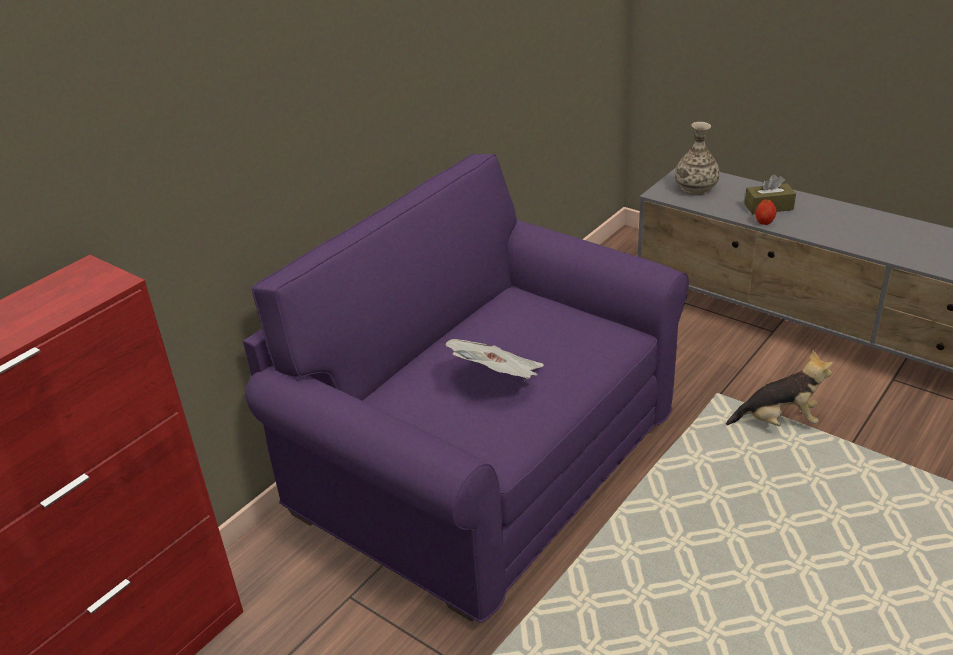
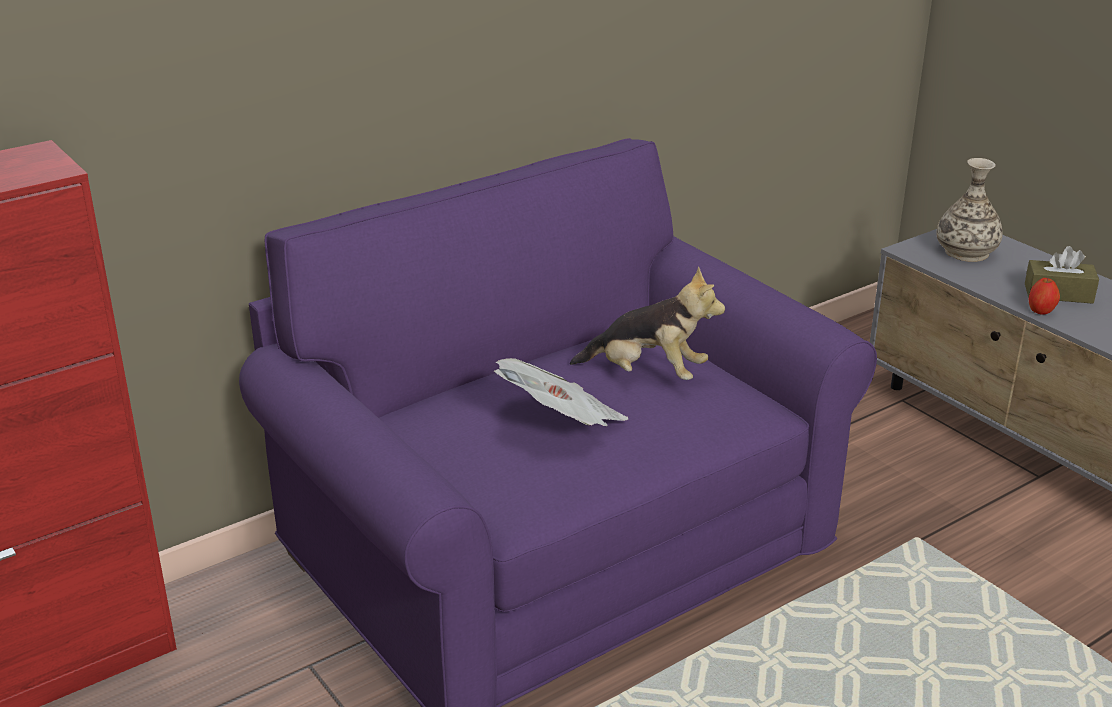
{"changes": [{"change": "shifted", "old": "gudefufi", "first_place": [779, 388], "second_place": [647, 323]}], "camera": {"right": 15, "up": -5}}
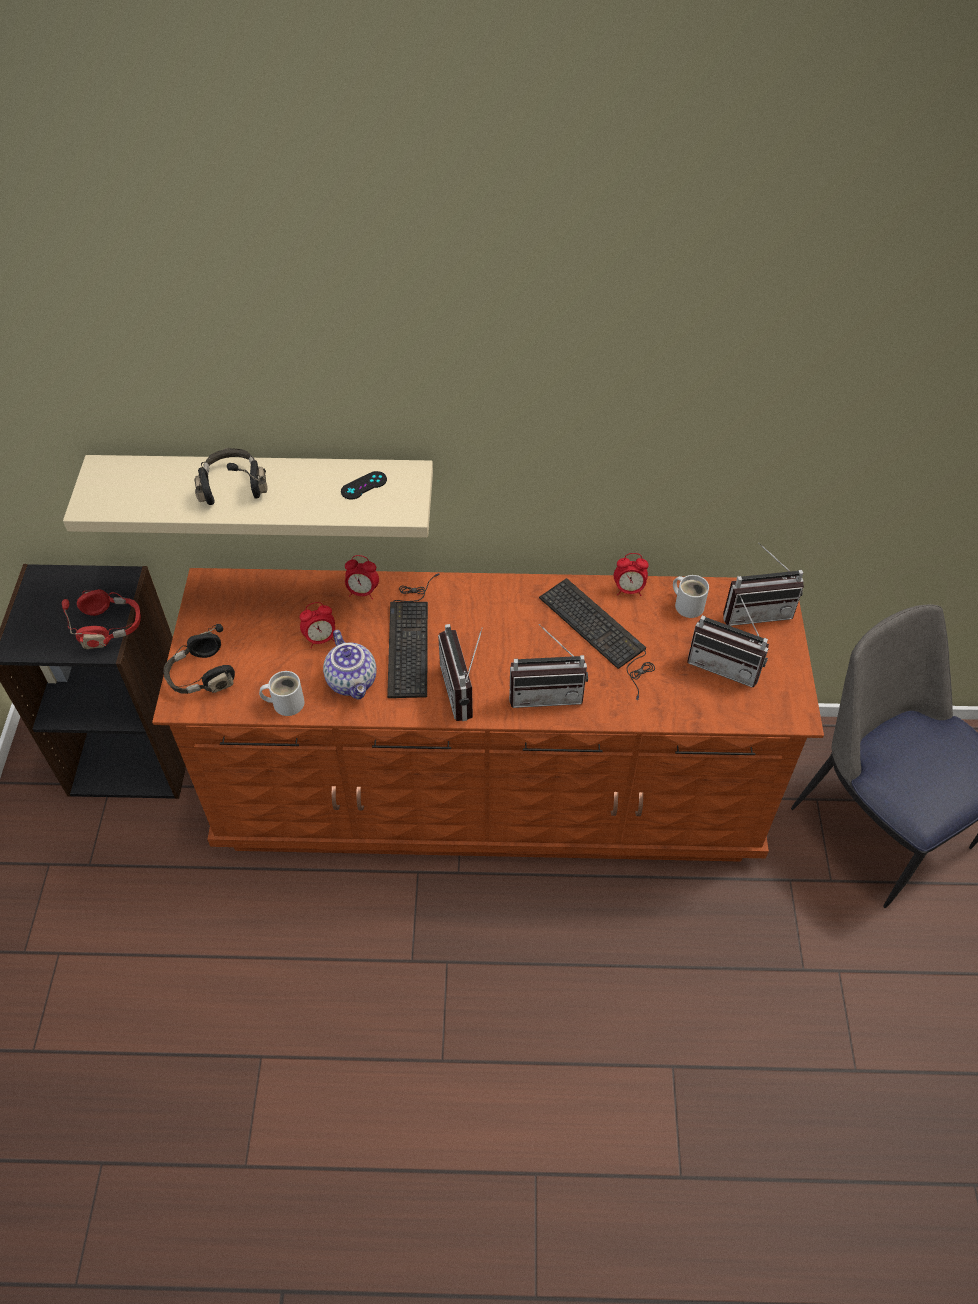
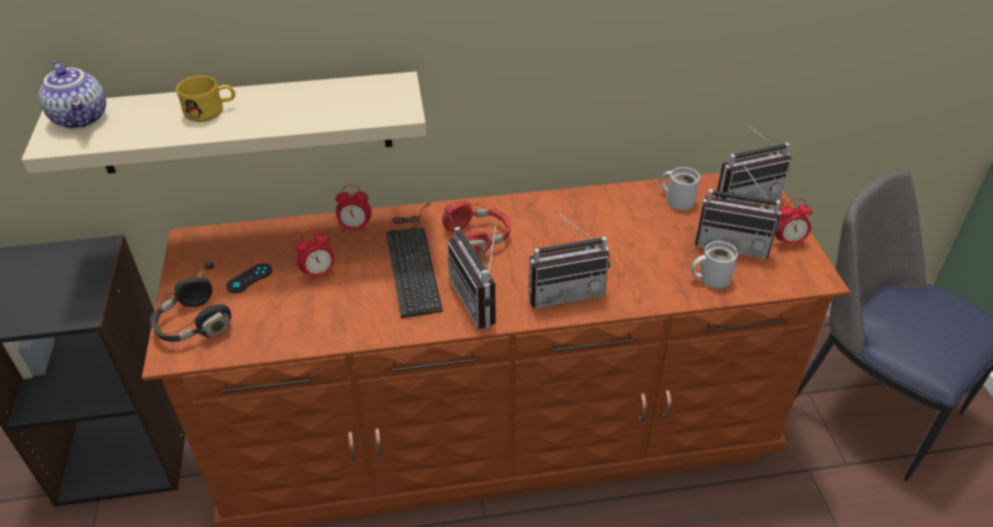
{"changes": [{"change": "swapped", "old": "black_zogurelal", "new": "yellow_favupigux", "first_place": [231, 476], "second_place": [205, 99]}, {"change": "shifted", "old": "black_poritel", "first_place": [364, 485], "second_place": [249, 278]}, {"change": "shifted", "old": "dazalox", "first_place": [631, 574], "second_place": [794, 224]}, {"change": "gone", "old": "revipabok", "first_place": [597, 639]}, {"change": "shifted", "old": "red_zogurelal", "first_place": [101, 619], "second_place": [476, 228]}, {"change": "shifted", "old": "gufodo", "first_place": [350, 664], "second_place": [72, 95]}, {"change": "shifted", "old": "white_favupigux", "first_place": [282, 693], "second_place": [714, 264]}], "camera": {"right": -10, "up": -10}}
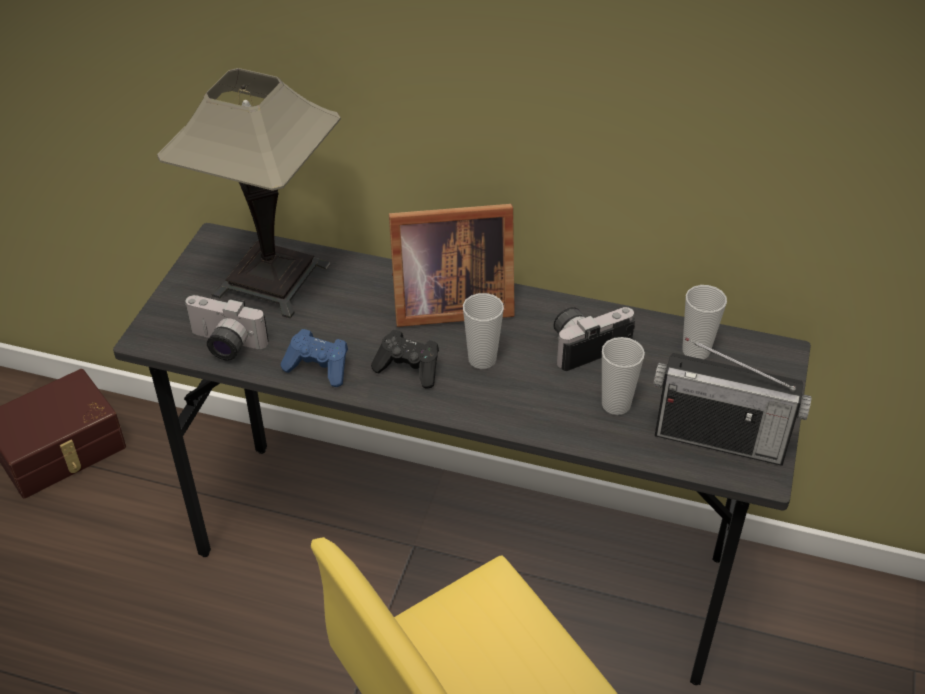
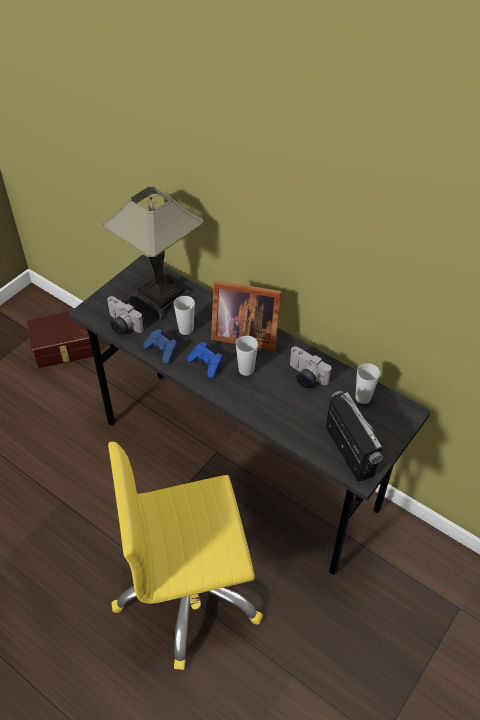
{"changes": [{"change": "rotated", "old": "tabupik", "first_place": [594, 339], "second_place": [311, 367], "degrees": -135}, {"change": "repainted", "old": "black_poritel", "new": "blue_poritel", "first_place": [405, 359], "second_place": [205, 360]}, {"change": "shifted", "old": "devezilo", "first_place": [623, 376], "second_place": [184, 315]}, {"change": "rotated", "old": "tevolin", "first_place": [732, 401], "second_place": [354, 436], "degrees": -150}], "camera": {"right": 20, "up": 5}}
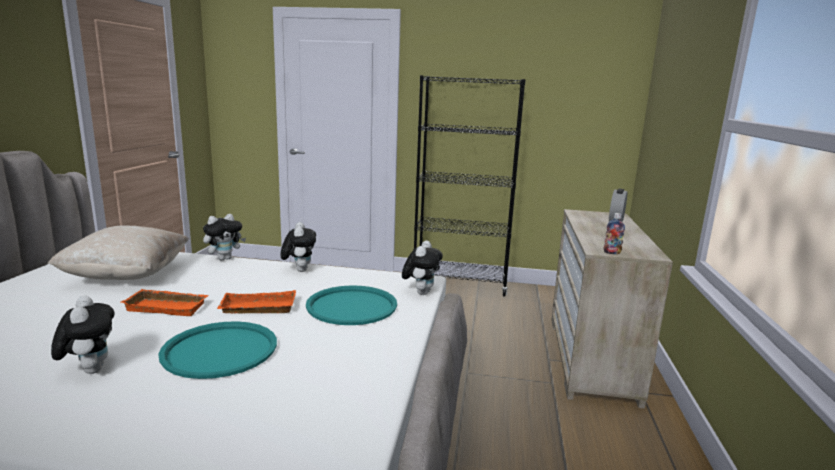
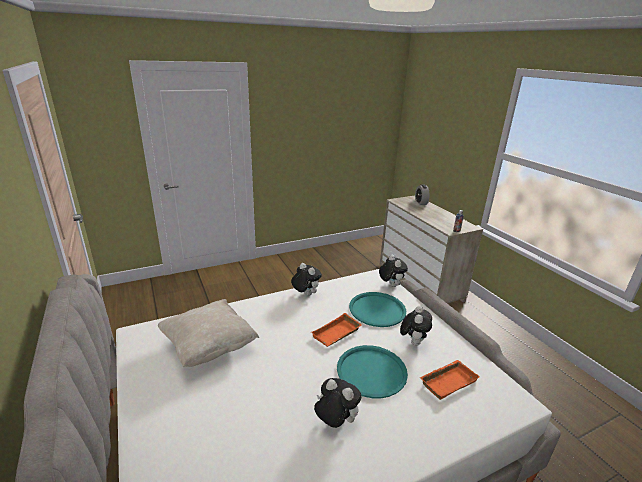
{"changes": [{"change": "gone", "old": "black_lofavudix", "first_place": [470, 186]}, {"change": "shifted", "old": "gudefufi", "first_place": [224, 237], "second_place": [416, 326]}, {"change": "shifted", "old": "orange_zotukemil", "first_place": [165, 302], "second_place": [450, 380]}], "camera": {"right": -35, "up": 10}}
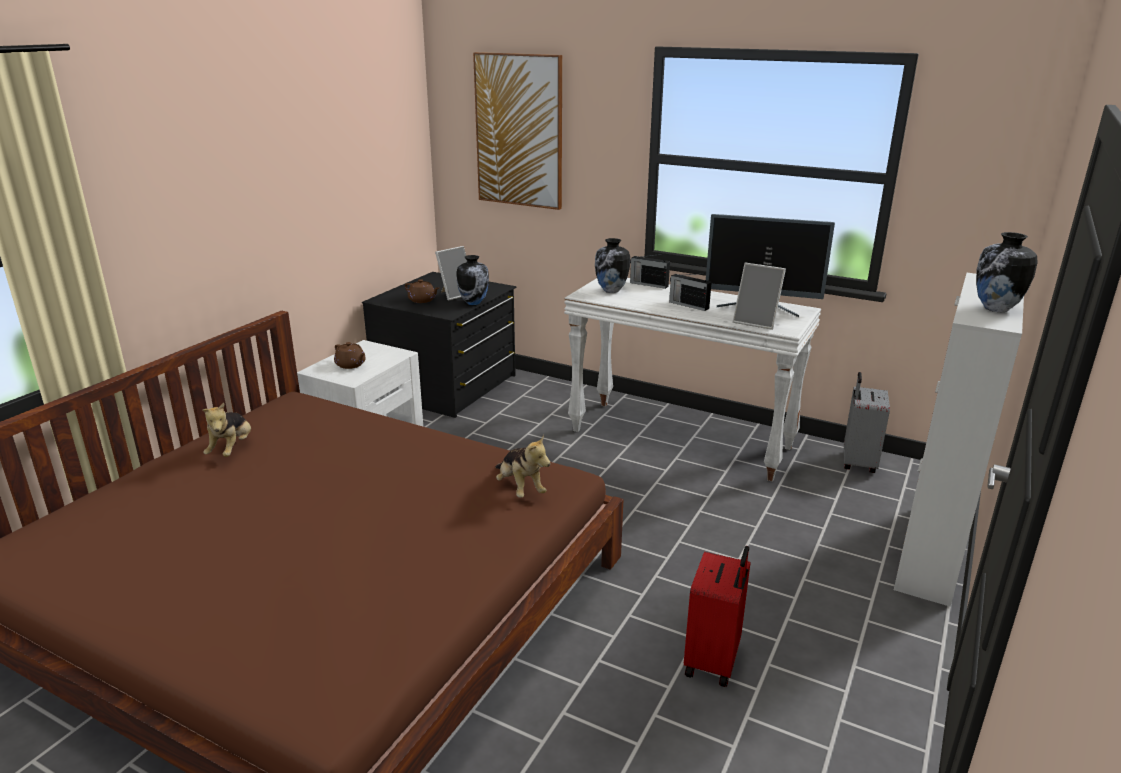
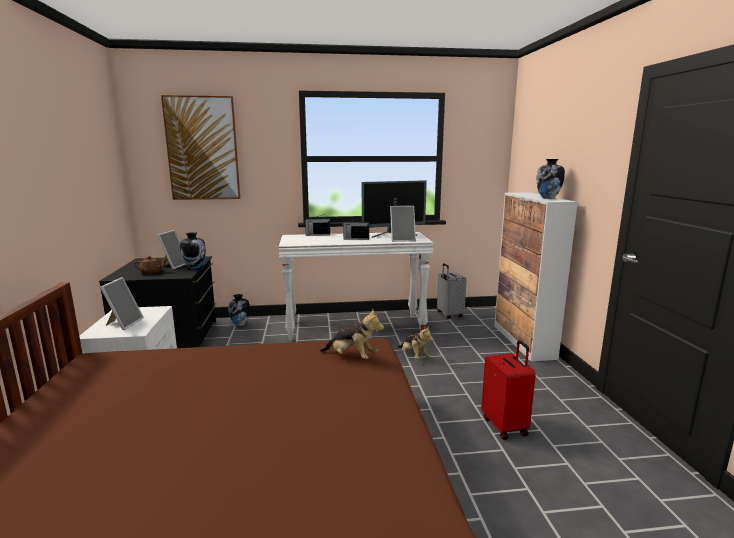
{"changes": [{"change": "shifted", "old": "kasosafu", "first_place": [612, 265], "second_place": [239, 310]}, {"change": "swapped", "old": "brown_gufodo", "new": "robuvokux", "first_place": [350, 355], "second_place": [122, 303]}, {"change": "shifted", "old": "gudefufi", "first_place": [227, 430], "second_place": [416, 342]}], "camera": {"right": -35, "up": -10}}
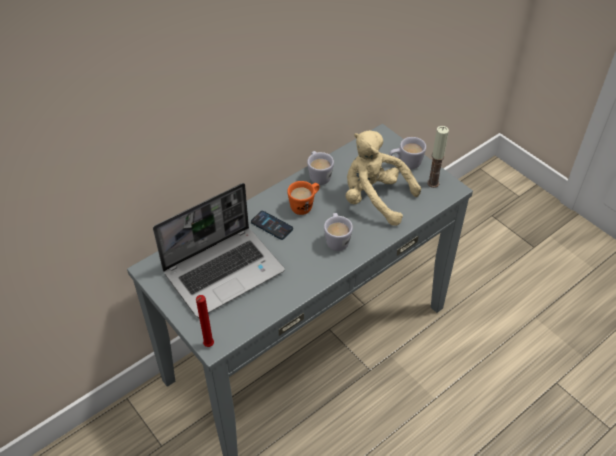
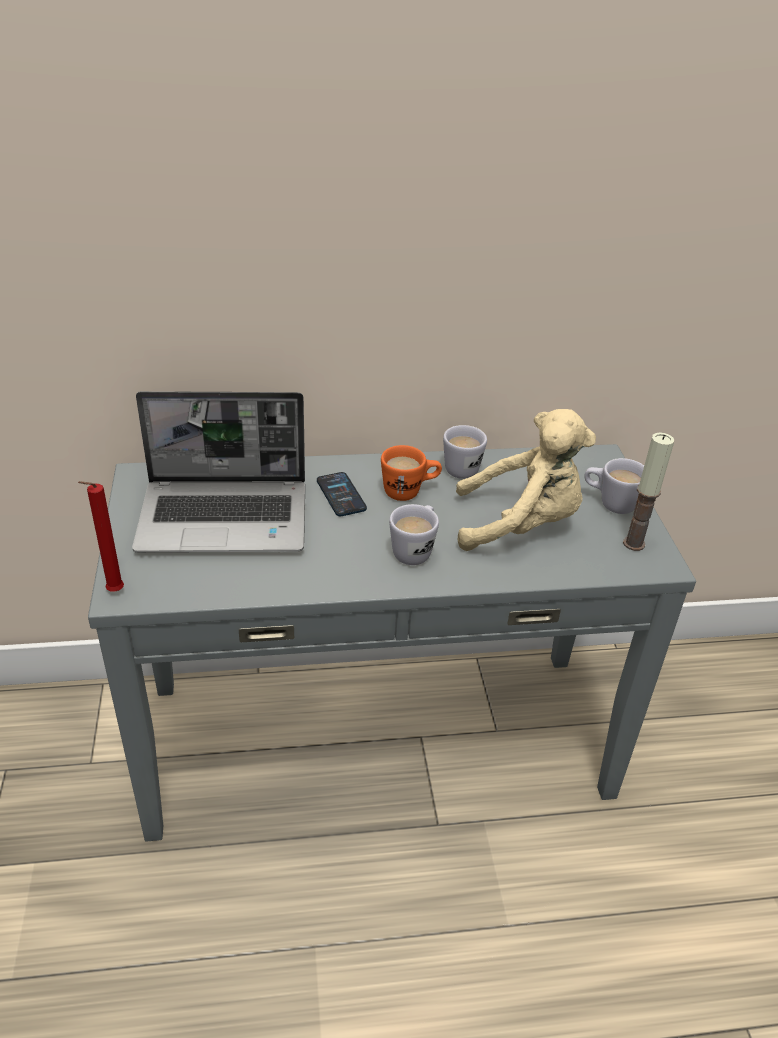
{"changes": [{"change": "rotated", "old": "beige_gudefufi", "first_place": [383, 178], "second_place": [526, 480], "degrees": 120}], "camera": {"right": 30, "up": -10}}
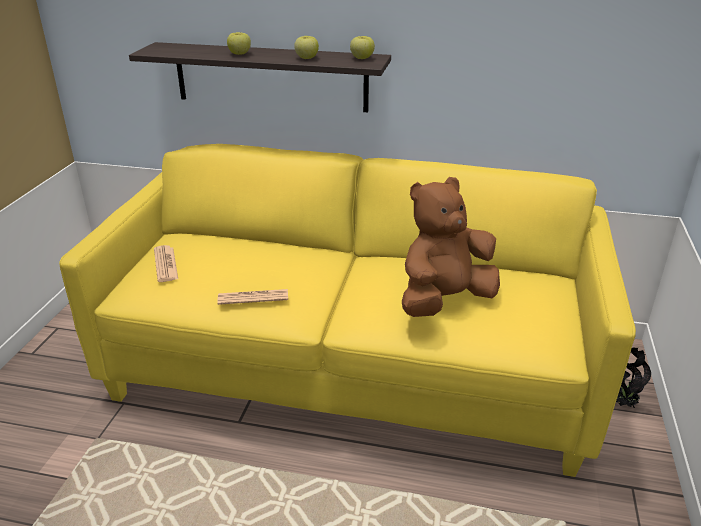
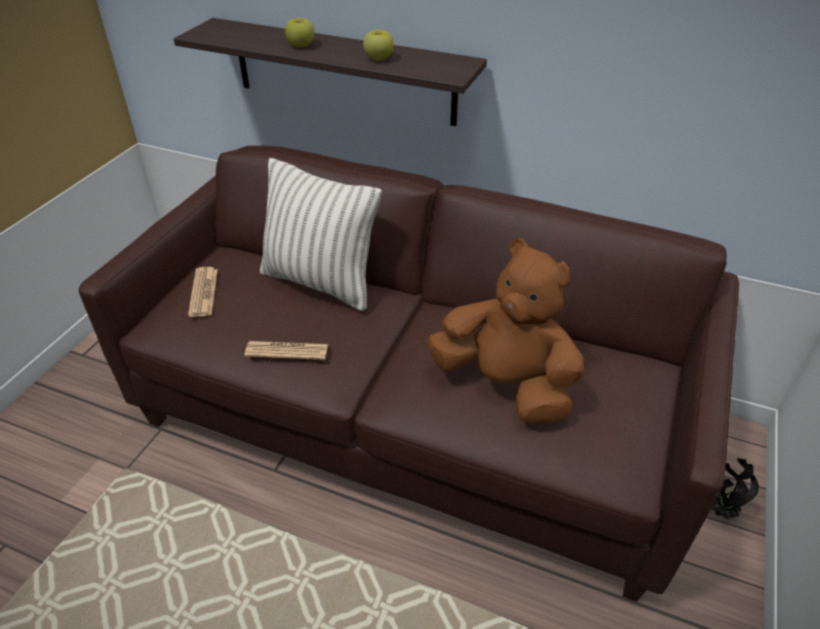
{"changes": [{"change": "gone", "old": "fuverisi", "first_place": [362, 47]}, {"change": "repainted", "old": "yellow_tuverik", "new": "brown_tuverik", "first_place": [347, 310], "second_place": [409, 374]}, {"change": "rotated", "old": "brown_gudefufi", "first_place": [451, 247], "second_place": [505, 331], "degrees": 60}, {"change": "new", "new": "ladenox", "second_place": [321, 234]}], "camera": {"right": 10, "up": 10}}
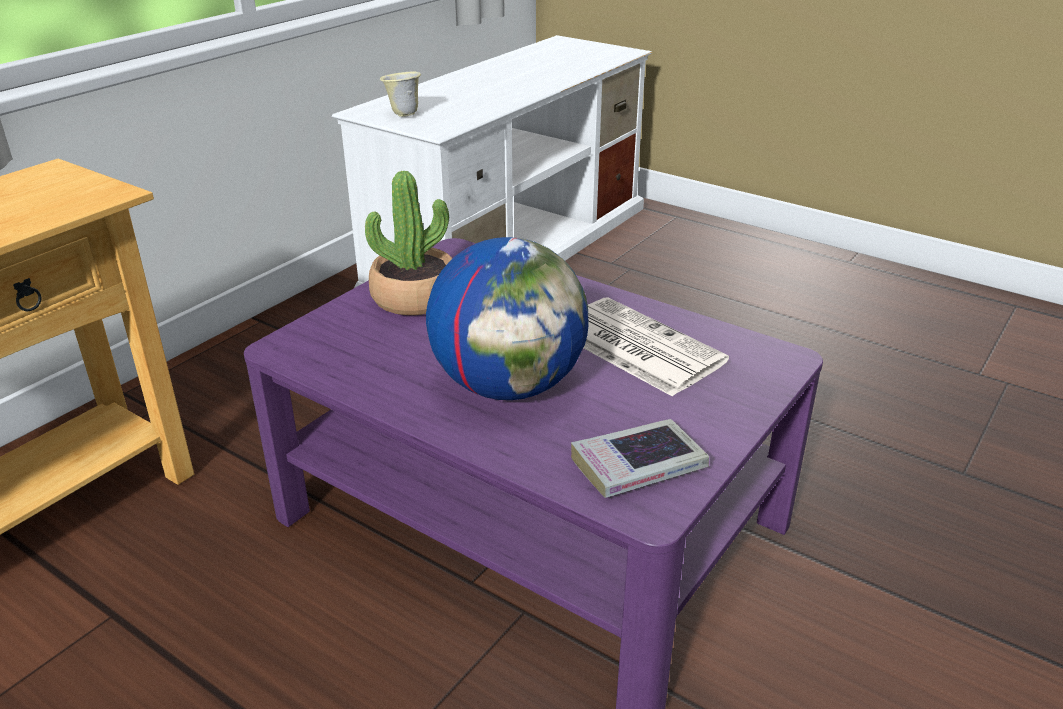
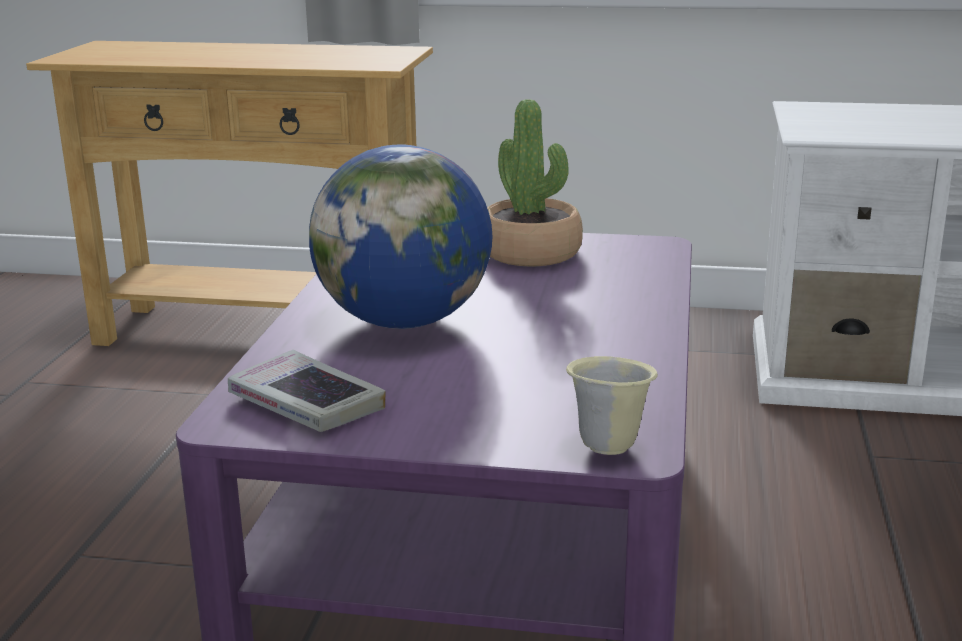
{"changes": [{"change": "shifted", "old": "beige_favupigux", "first_place": [400, 94], "second_place": [612, 405]}, {"change": "gone", "old": "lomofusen", "first_place": [656, 347]}], "camera": {"right": 65, "up": -10}}
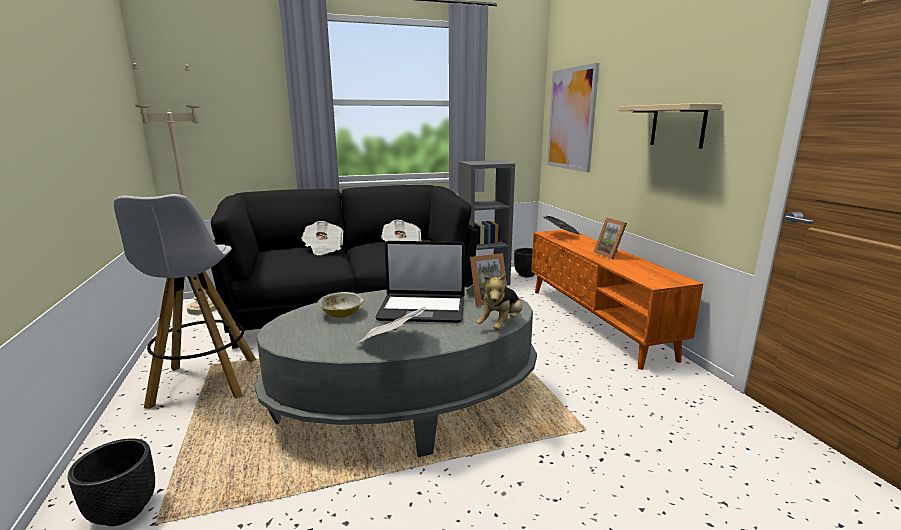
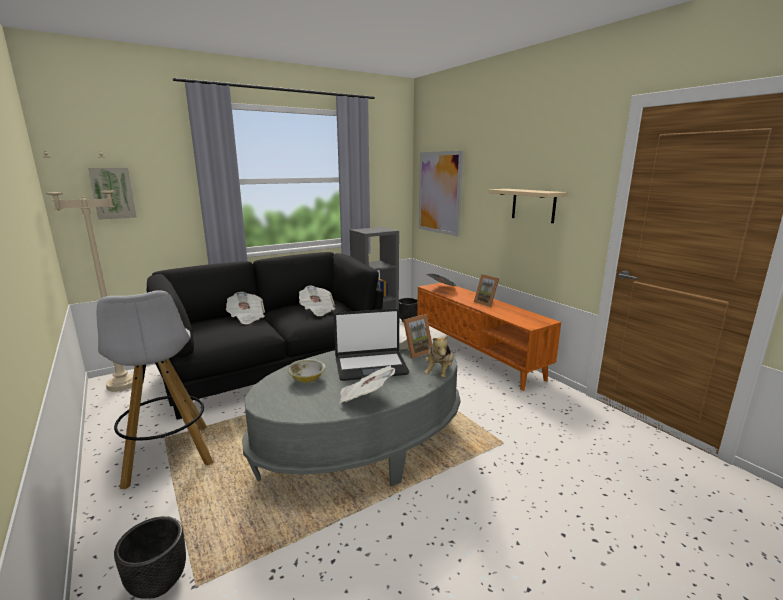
{"changes": [{"change": "new", "new": "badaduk", "second_place": [112, 194]}], "camera": {"right": -15, "up": 0}}
